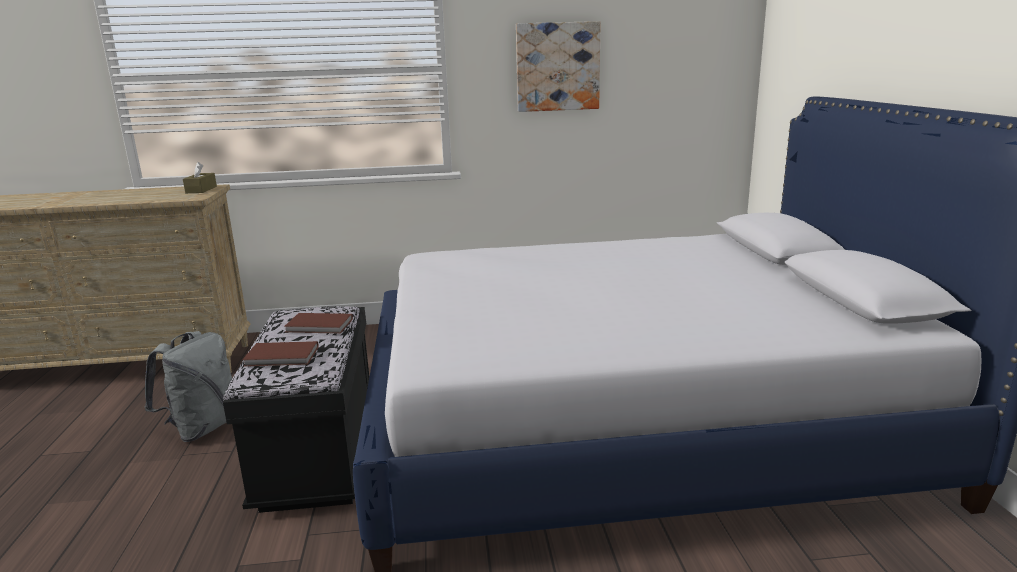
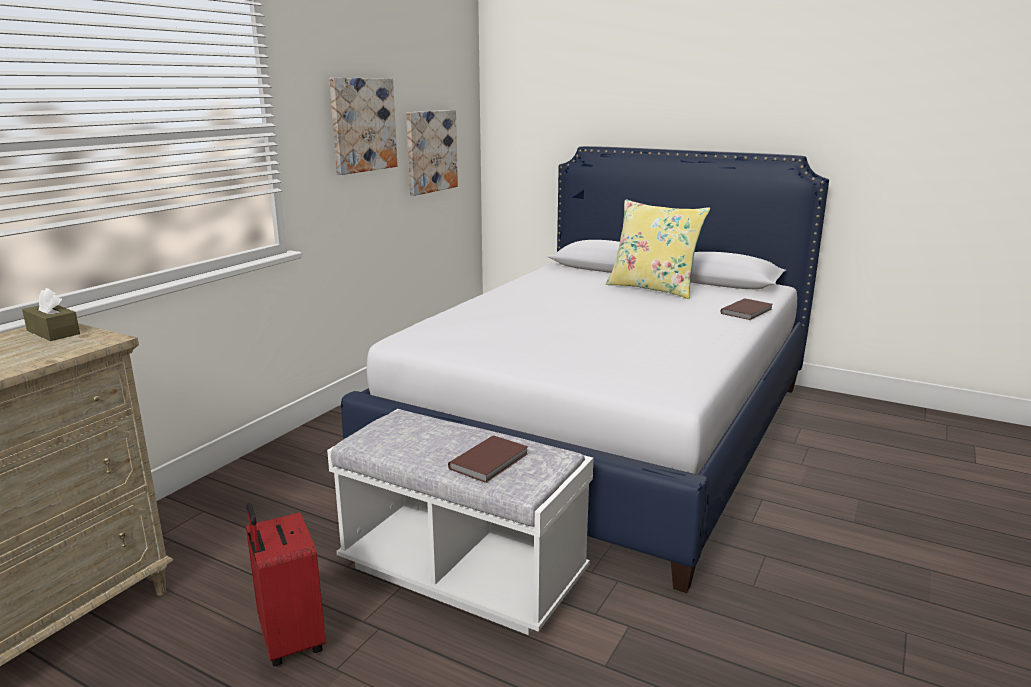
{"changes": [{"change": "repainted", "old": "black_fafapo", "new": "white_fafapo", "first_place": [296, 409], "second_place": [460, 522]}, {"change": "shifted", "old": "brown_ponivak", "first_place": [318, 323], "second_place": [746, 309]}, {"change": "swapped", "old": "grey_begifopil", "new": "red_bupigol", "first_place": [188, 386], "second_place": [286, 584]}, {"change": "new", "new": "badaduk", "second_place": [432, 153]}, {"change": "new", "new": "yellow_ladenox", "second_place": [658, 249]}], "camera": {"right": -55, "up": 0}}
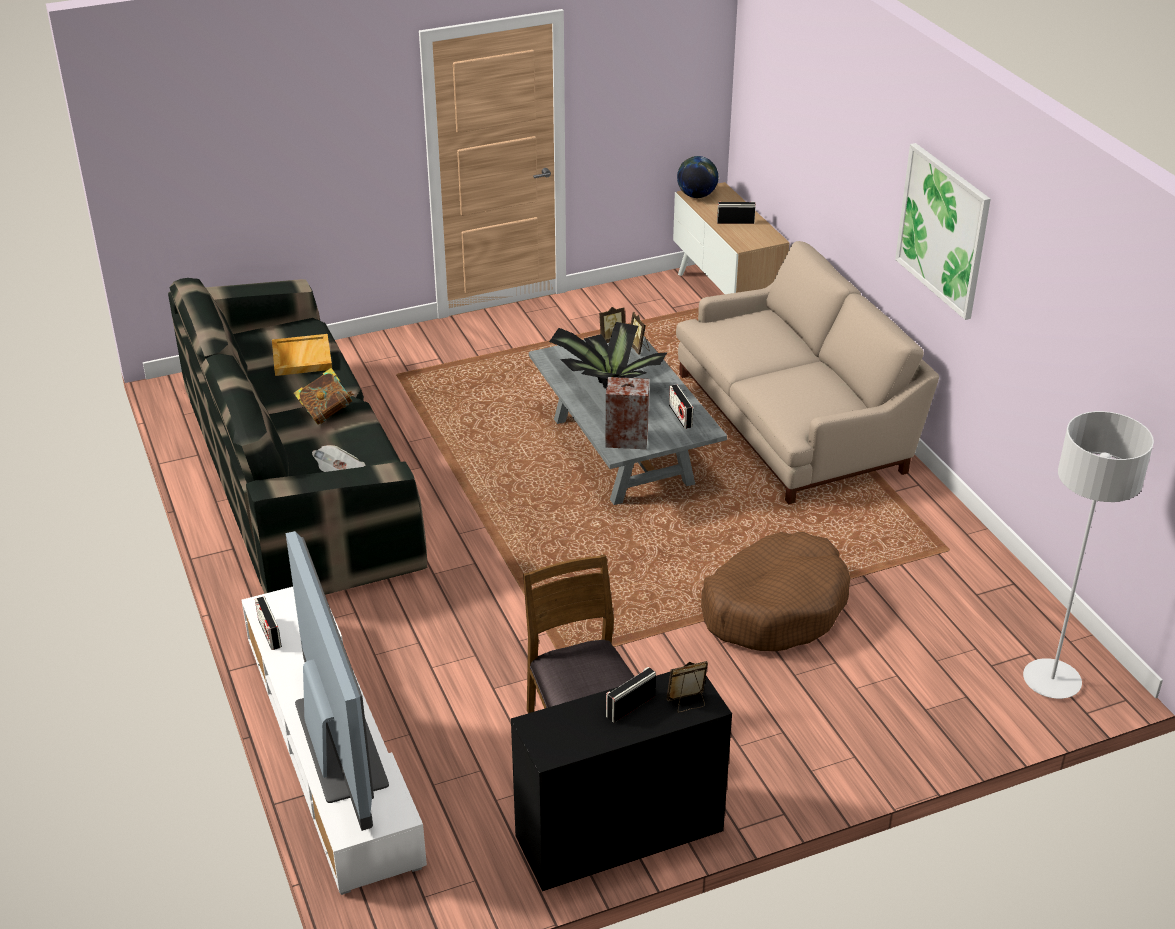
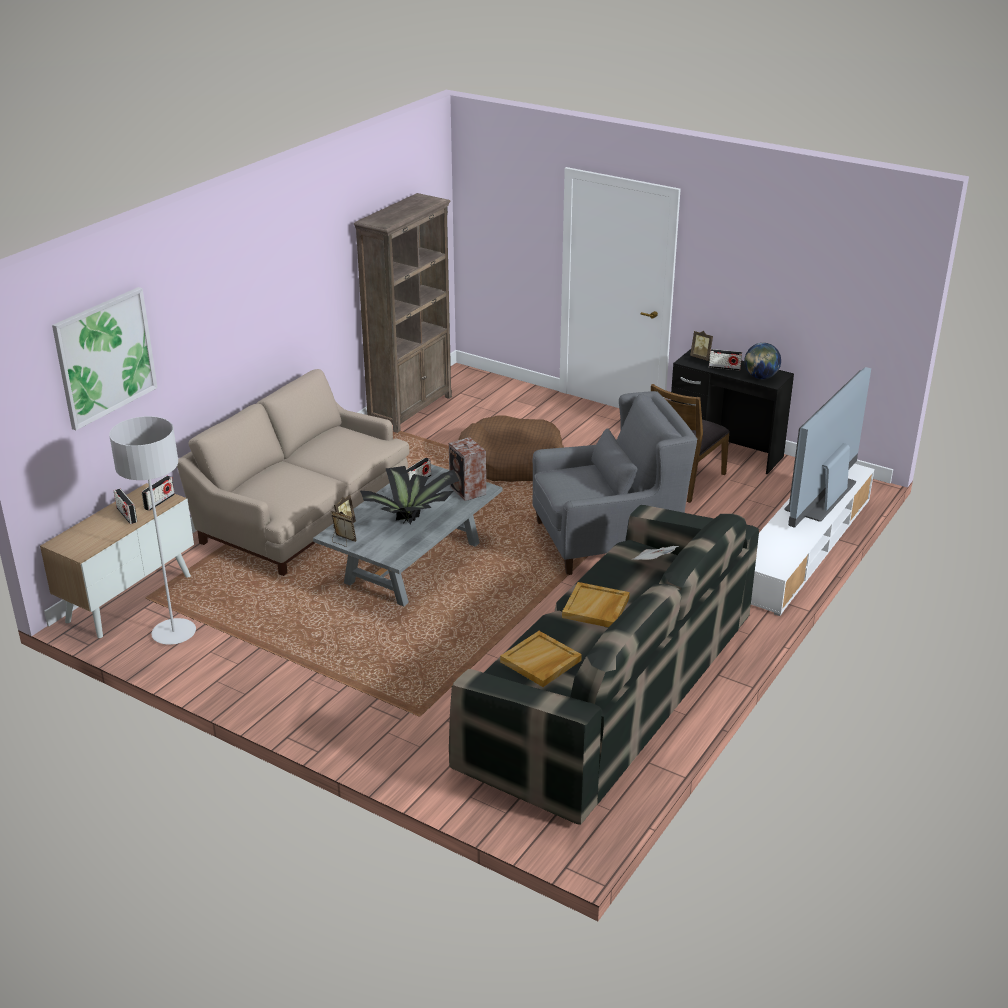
{"changes": [{"change": "shifted", "old": "badaduk", "first_place": [943, 231], "second_place": [105, 358]}, {"change": "shifted", "old": "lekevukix", "first_place": [698, 177], "second_place": [762, 361]}, {"change": "swapped", "old": "ponivak", "new": "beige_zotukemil", "first_place": [324, 396], "second_place": [596, 605]}, {"change": "shifted", "old": "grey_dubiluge", "first_place": [1088, 555], "second_place": [152, 530]}, {"change": "shifted", "old": "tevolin", "first_place": [268, 623], "second_place": [158, 493]}, {"change": "new", "new": "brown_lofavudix", "second_place": [403, 313]}, {"change": "new", "new": "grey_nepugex", "second_place": [615, 483]}], "camera": {"right": -125, "up": -5}}
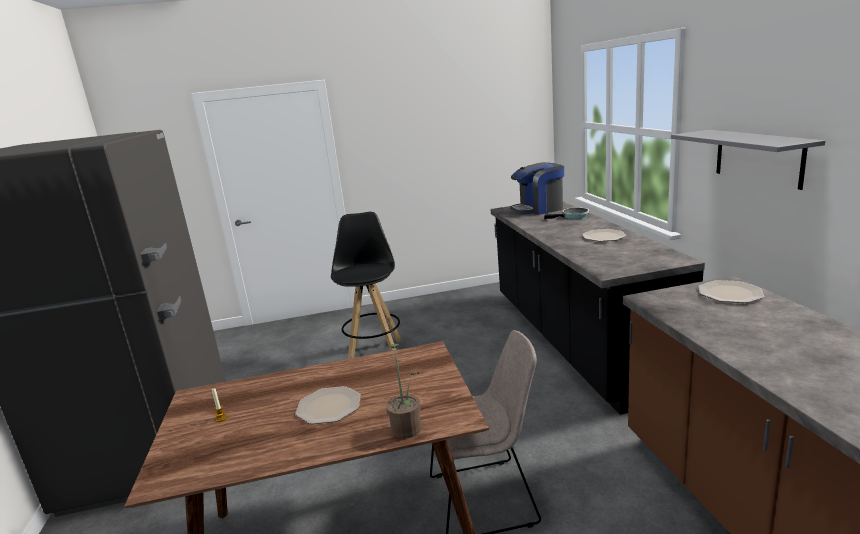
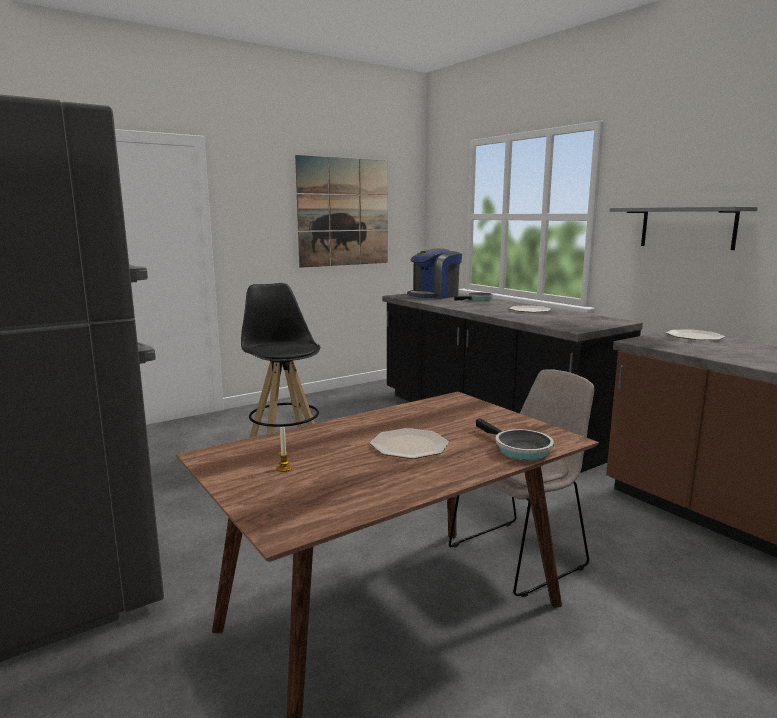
{"changes": [{"change": "swapped", "old": "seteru", "new": "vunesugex", "first_place": [403, 391], "second_place": [515, 439]}, {"change": "new", "new": "badaduk", "second_place": [341, 211]}], "camera": {"right": -25, "up": -5}}
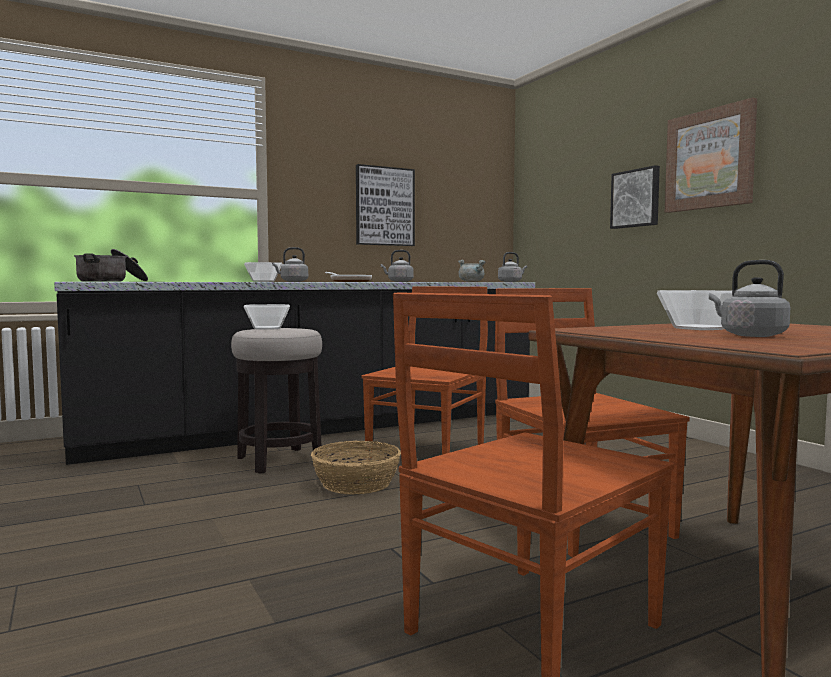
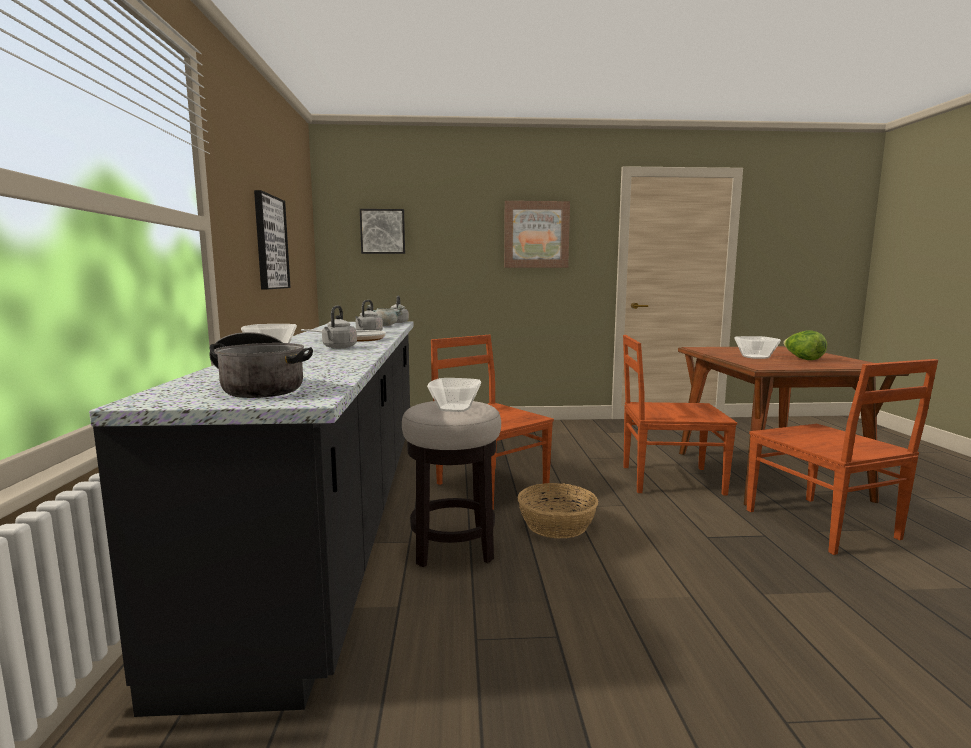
{"changes": [{"change": "shifted", "old": "badaduk", "first_place": [635, 197], "second_place": [382, 231]}, {"change": "swapped", "old": "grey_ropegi", "new": "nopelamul", "first_place": [750, 298], "second_place": [805, 345]}], "camera": {"right": -65, "up": 5}}
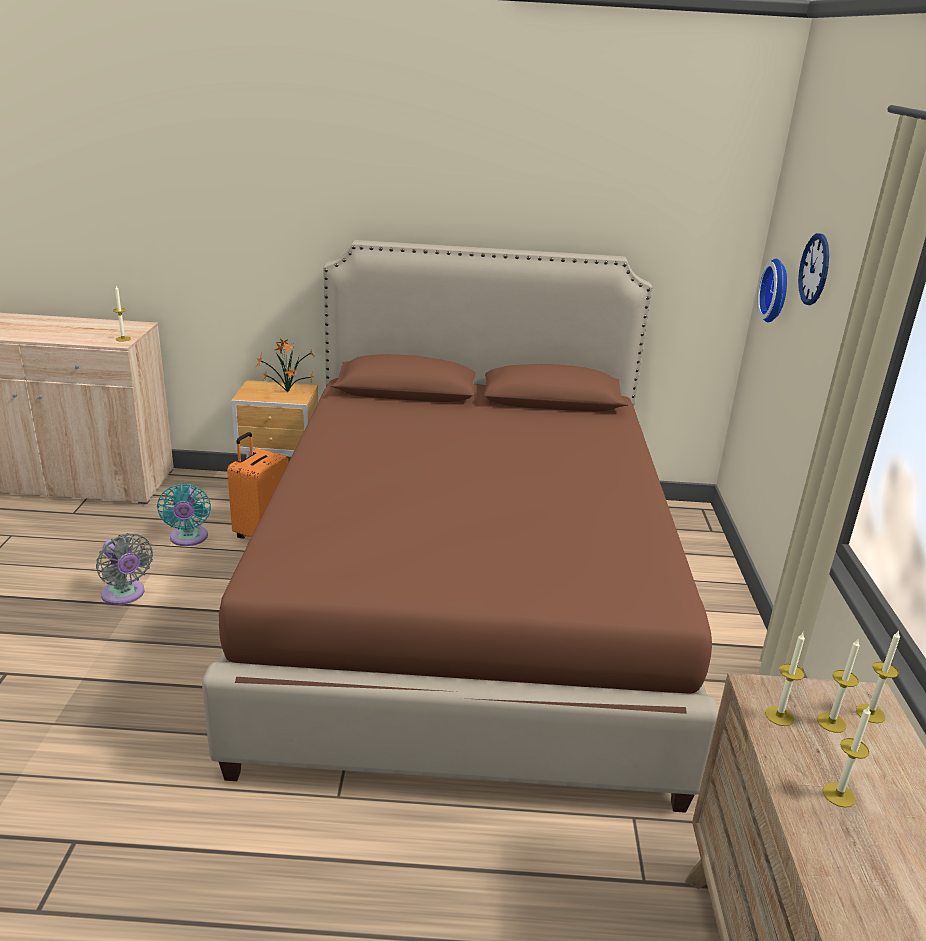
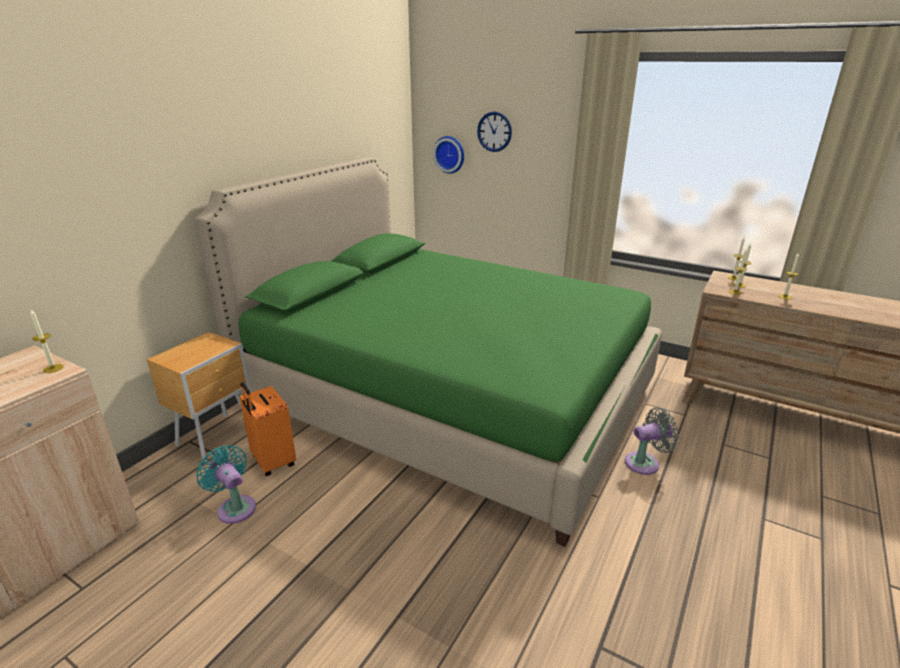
{"changes": [{"change": "repainted", "old": "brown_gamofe", "new": "green_gamofe", "first_place": [460, 526], "second_place": [428, 352]}, {"change": "gone", "old": "seteru", "first_place": [285, 365]}, {"change": "rotated", "old": "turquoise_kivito", "first_place": [184, 514], "second_place": [226, 484], "degrees": -150}, {"change": "shifted", "old": "grey_kivito", "first_place": [124, 569], "second_place": [652, 441]}], "camera": {"right": -60, "up": 0}}
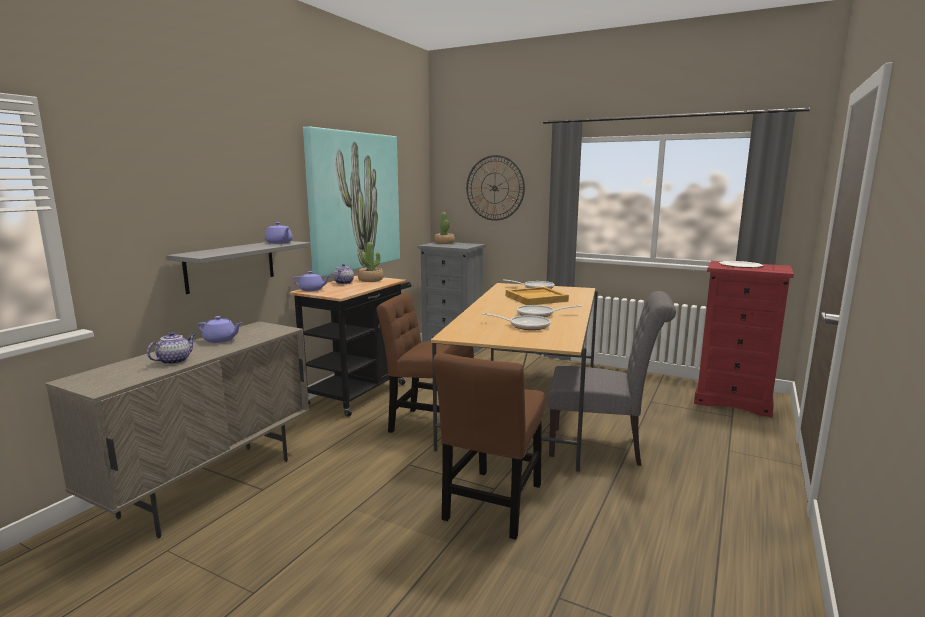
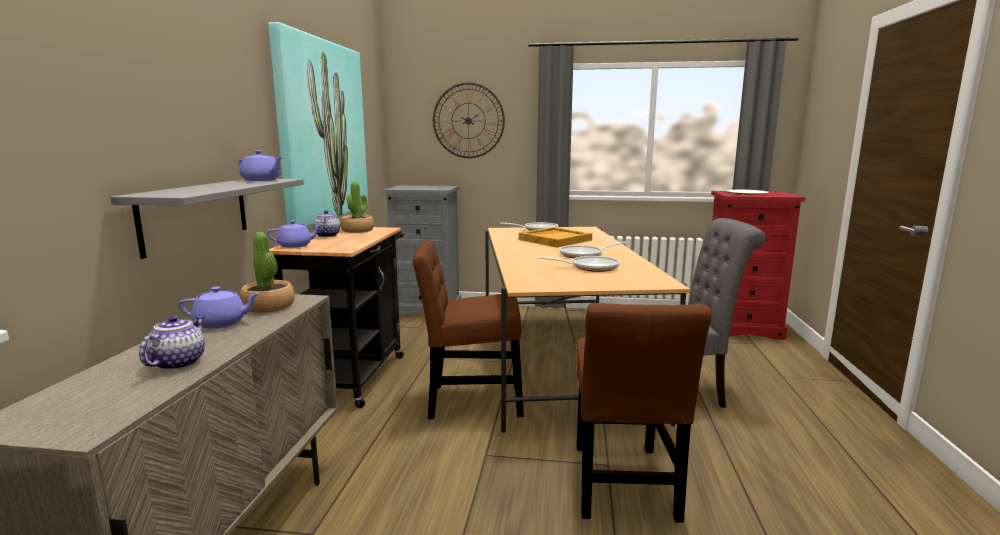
{"changes": [{"change": "shifted", "old": "seteru", "first_place": [444, 228], "second_place": [267, 272]}], "camera": {"right": -20, "up": 0}}
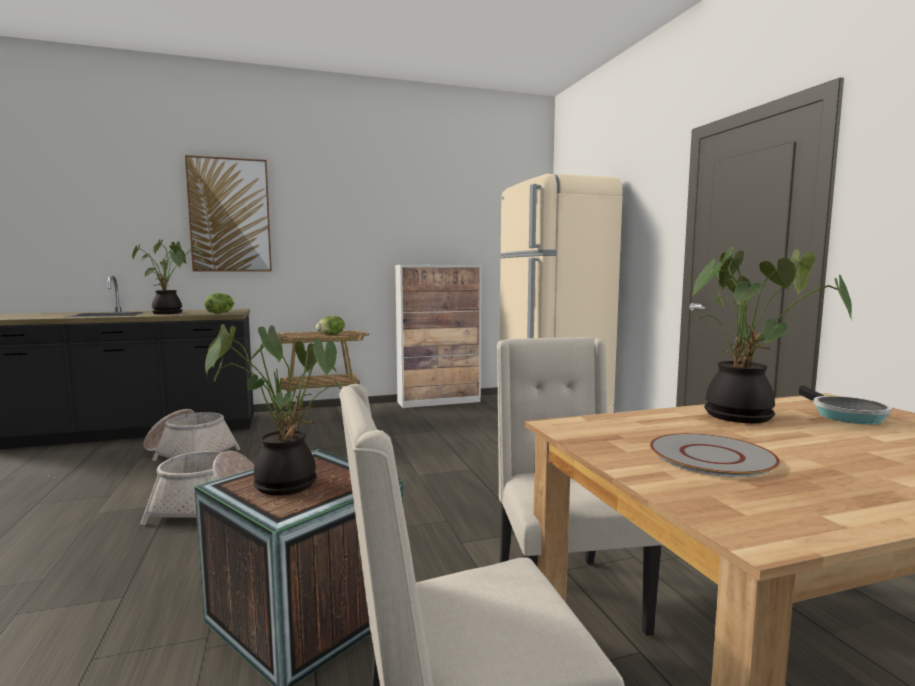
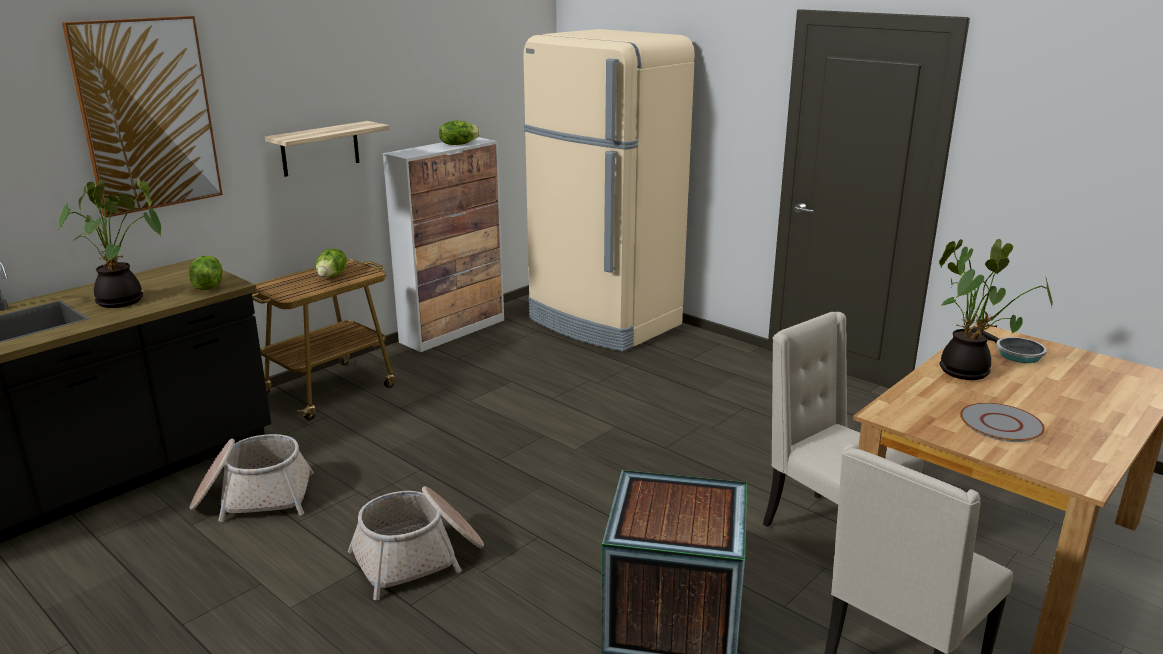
{"changes": [{"change": "gone", "old": "seteru", "first_place": [273, 409]}, {"change": "new", "new": "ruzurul", "second_place": [327, 149]}, {"change": "new", "new": "nopelamul", "second_place": [459, 133]}], "camera": {"right": -30, "up": 15}}
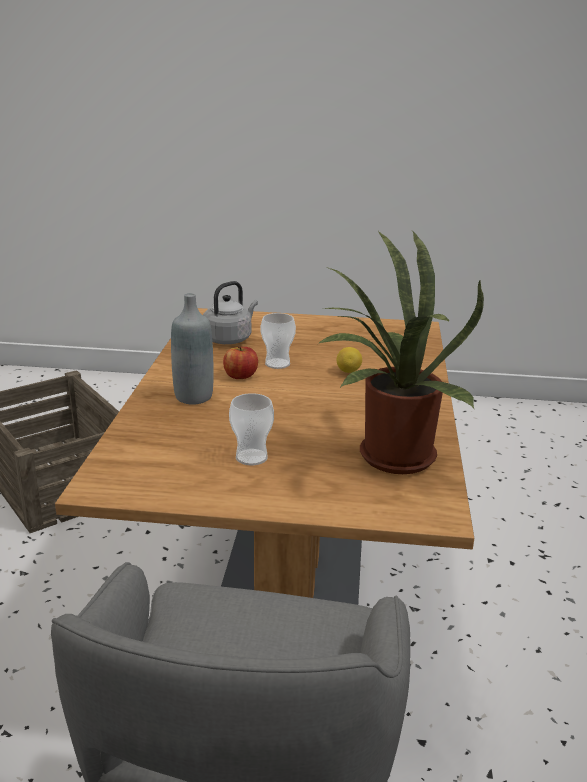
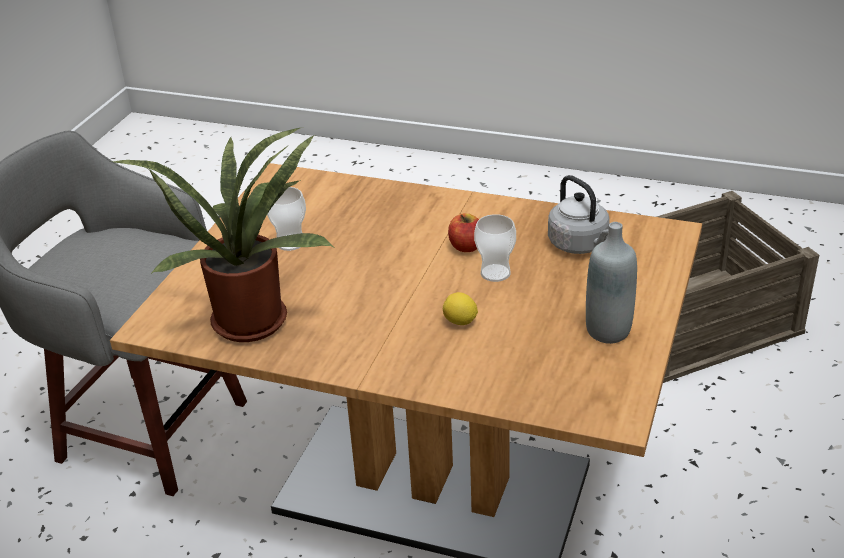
{"changes": [{"change": "shifted", "old": "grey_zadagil", "first_place": [192, 349], "second_place": [611, 283]}], "camera": {"right": 105, "up": 10}}
